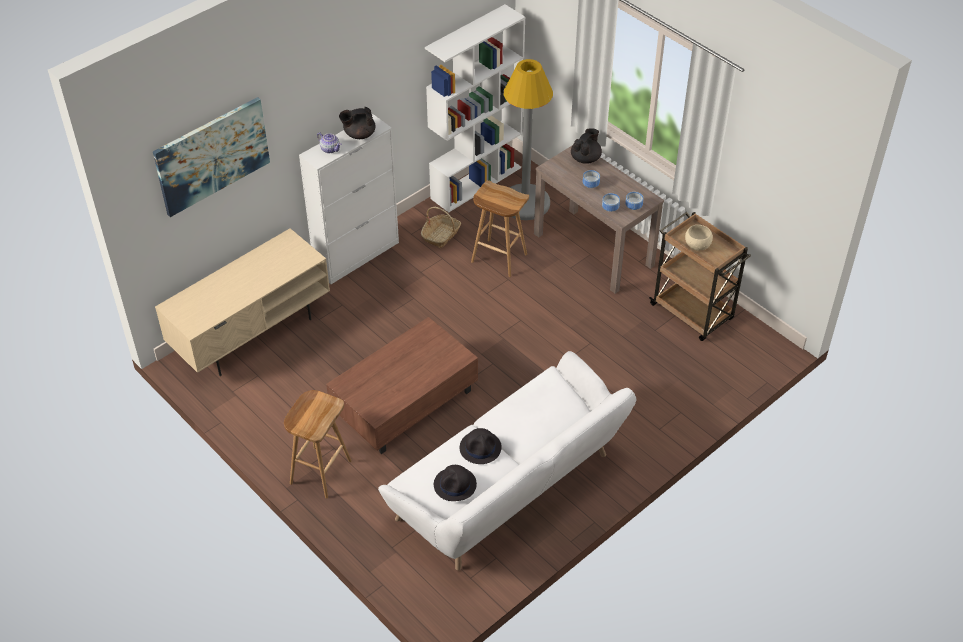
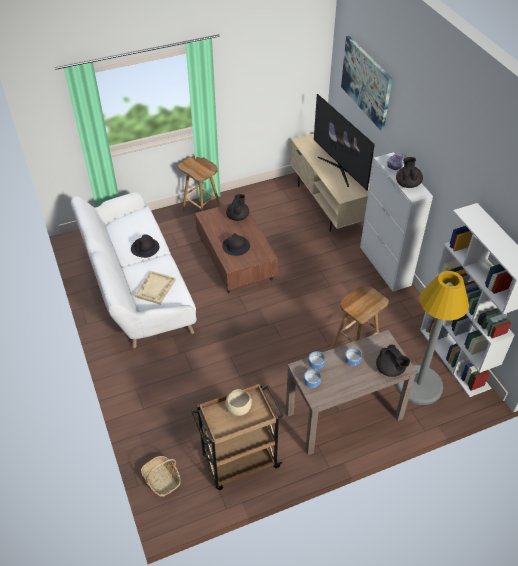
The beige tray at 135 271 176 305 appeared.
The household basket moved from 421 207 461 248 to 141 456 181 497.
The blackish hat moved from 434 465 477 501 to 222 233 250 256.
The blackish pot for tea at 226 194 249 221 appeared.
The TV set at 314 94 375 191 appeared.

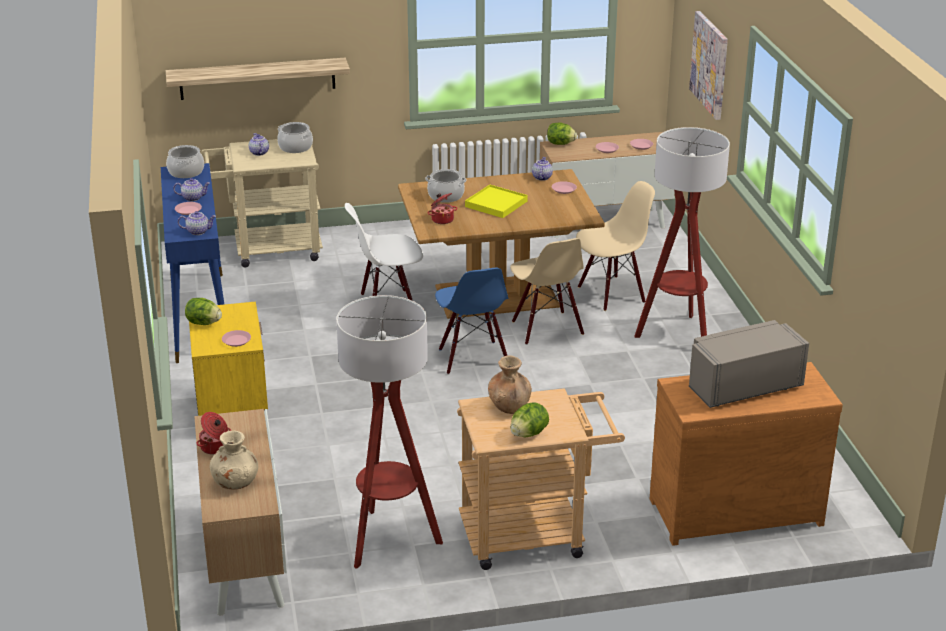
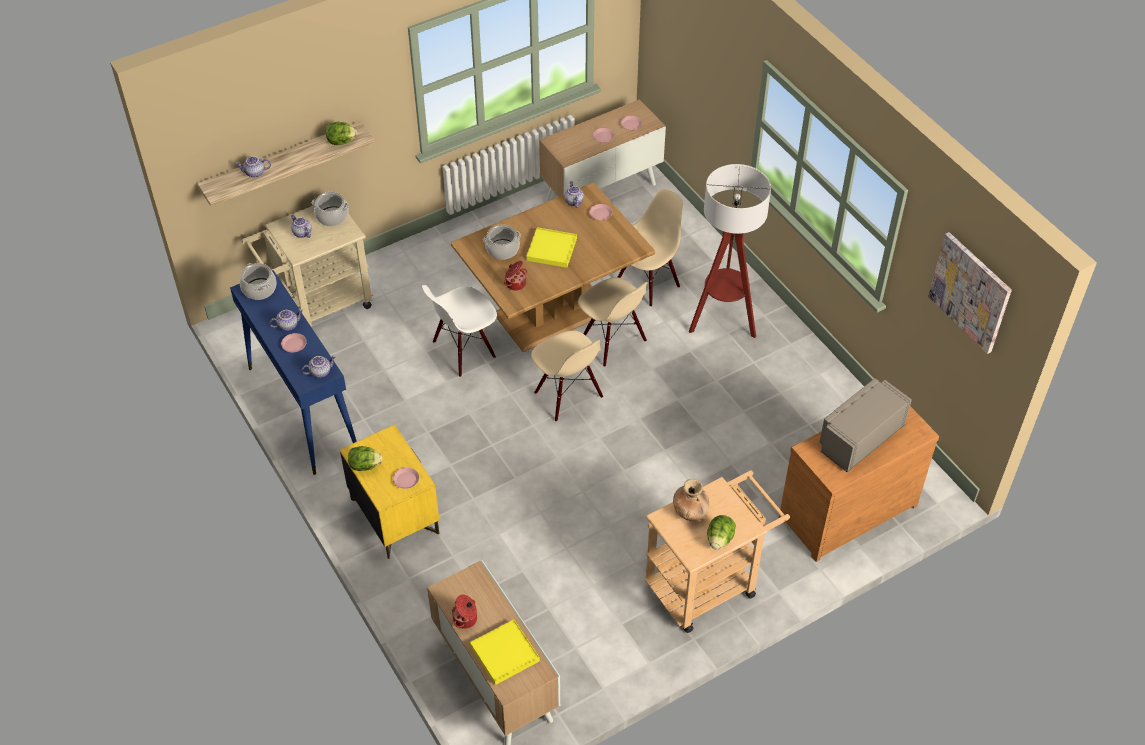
The pot for tea at 235 156 271 178 appeared.
The lettuce head moved from 547 123 577 145 to 326 122 357 145.
The beige vase at 210 431 259 490 was replaced by the yellow tray at 470 619 540 685.
The bluish plain chair at 435 268 509 375 became the beige plain chair at 531 330 603 422.
The picture moved from 689 11 728 120 to 928 232 1012 354.
The floor lamp at 336 295 443 569 disappeared.

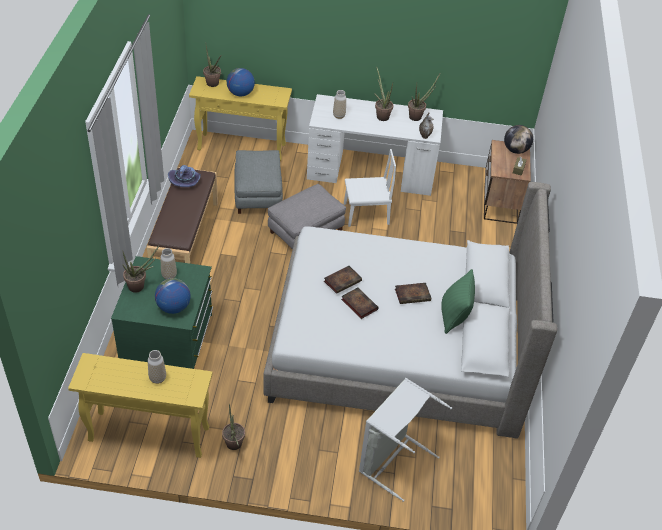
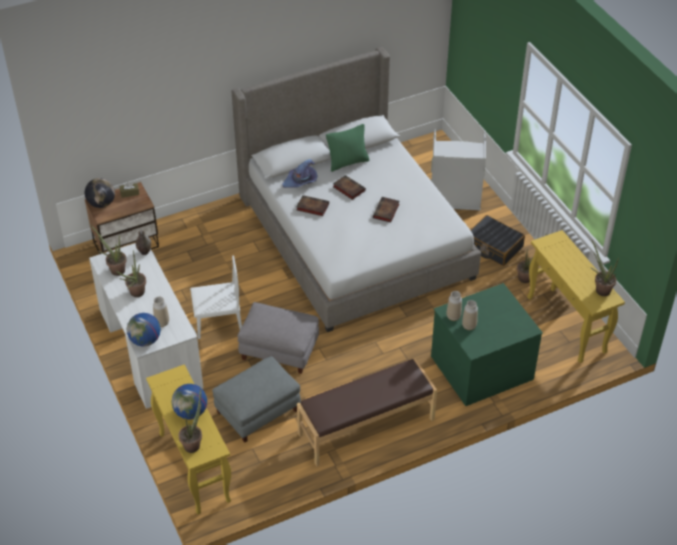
The world globe moved from 155 278 191 314 to 127 313 161 346.
The white plain chair at 344 149 396 227 turned 120 degrees clockwise.
The purplish hat moved from 168 165 201 187 to 282 159 317 188.
The bound book moved from 324 266 362 294 to 297 195 329 216.
The vase moved from 148 350 166 384 to 447 291 462 321.
The blackish travel case at 470 215 525 266 appeared.
The plant in a pot moved from 122 246 159 293 to 590 240 619 296.

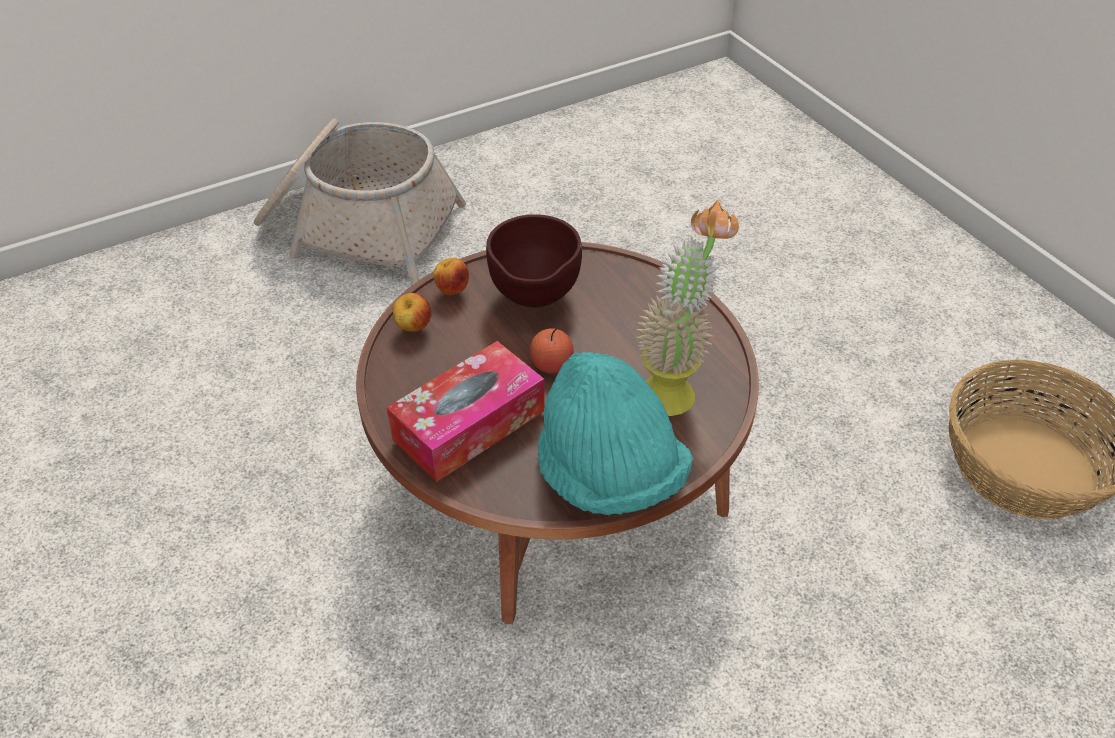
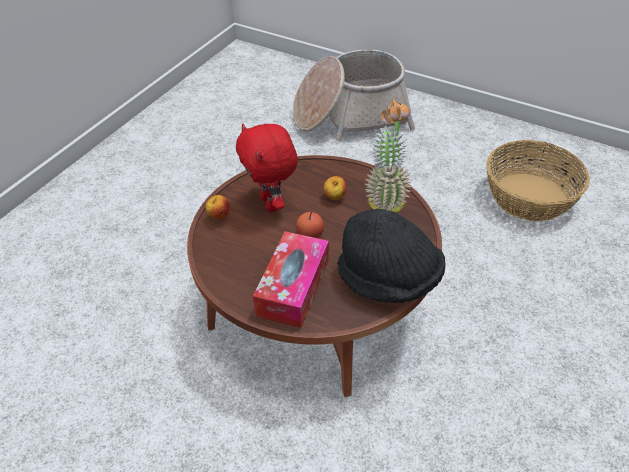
The brown bowl at 486 214 582 307 was replaced by the red soft toy at 236 123 298 212.
The household basket moved from 254 118 466 283 to 293 49 415 142.
The apple fruit moved from 392 293 432 332 to 323 176 347 200.
The turquoise hat at 538 352 693 515 became the blackish hat at 337 209 445 303.

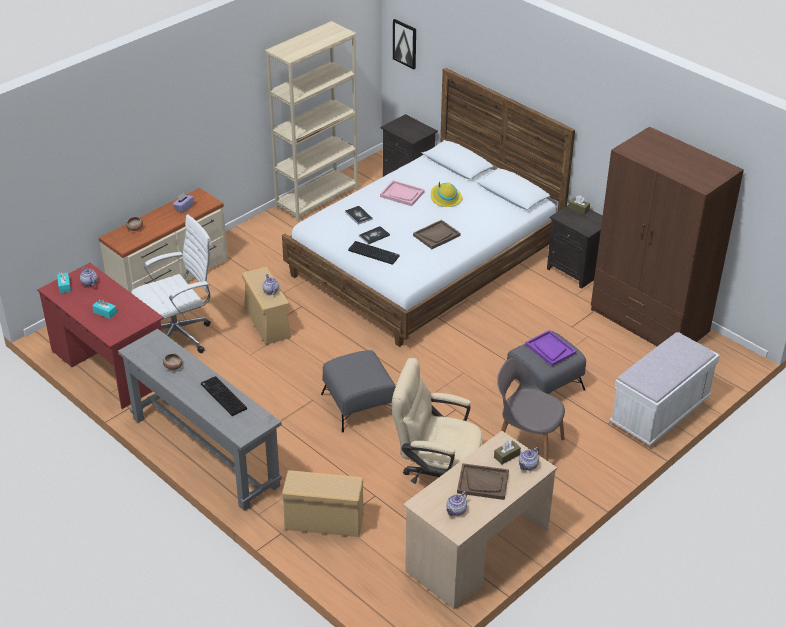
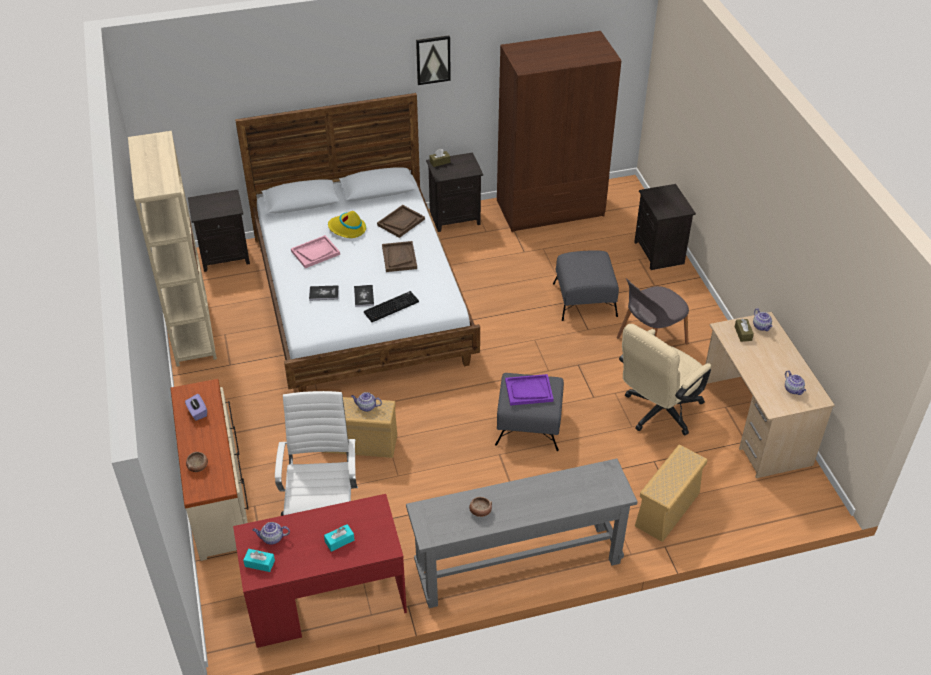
The brown tray moved from 457 463 509 500 to 377 205 425 238.
The picture moved from 393 19 416 69 to 416 35 451 85.
The purplish tray moved from 525 330 576 366 to 505 374 553 406.
The white indoor bench at 610 332 720 446 was replaced by the blackish bedside table at 634 184 696 270.
The PC keyboard at 201 376 247 416 disappeared.

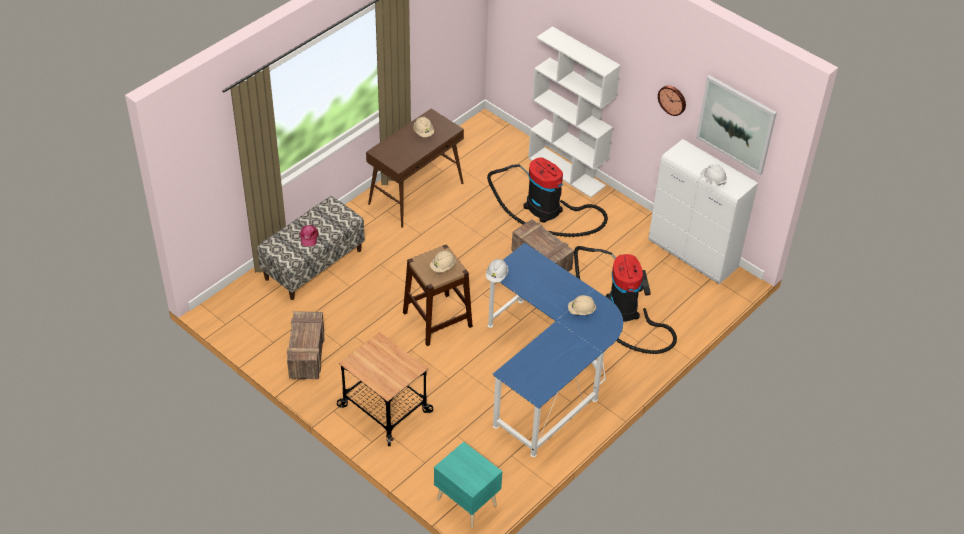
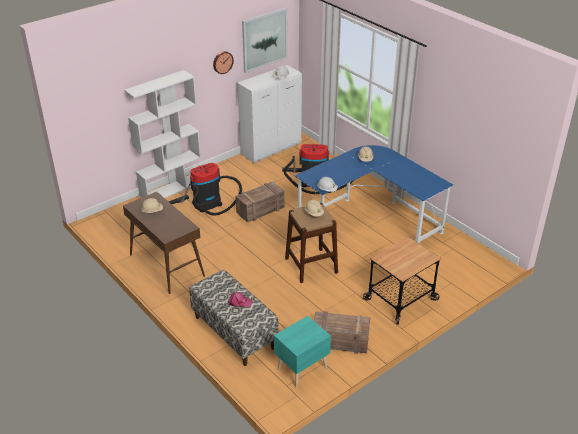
The turquoise bedside table moved from 434 442 502 528 to 274 316 331 388.

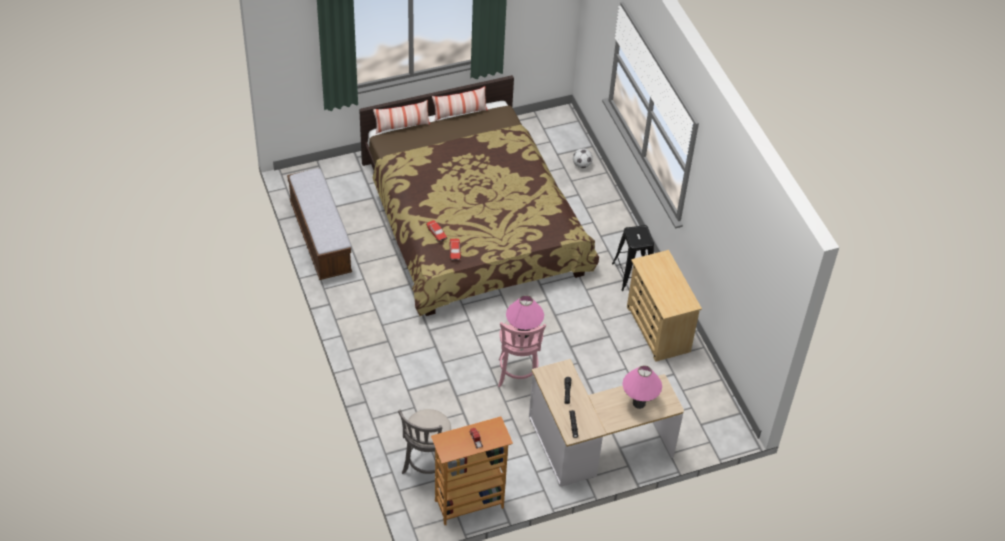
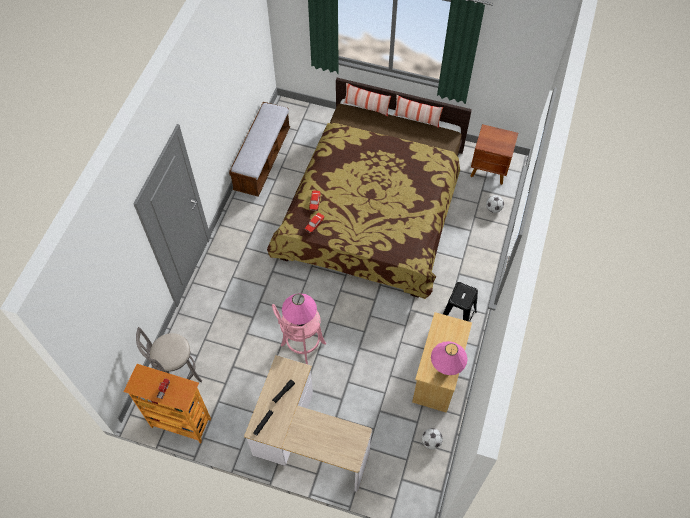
The football at 422 428 443 450 appeared.
The pink lamp for a table moved from 623 365 662 409 to 431 341 468 375.
The brown bedside table at 471 124 518 185 appeared.

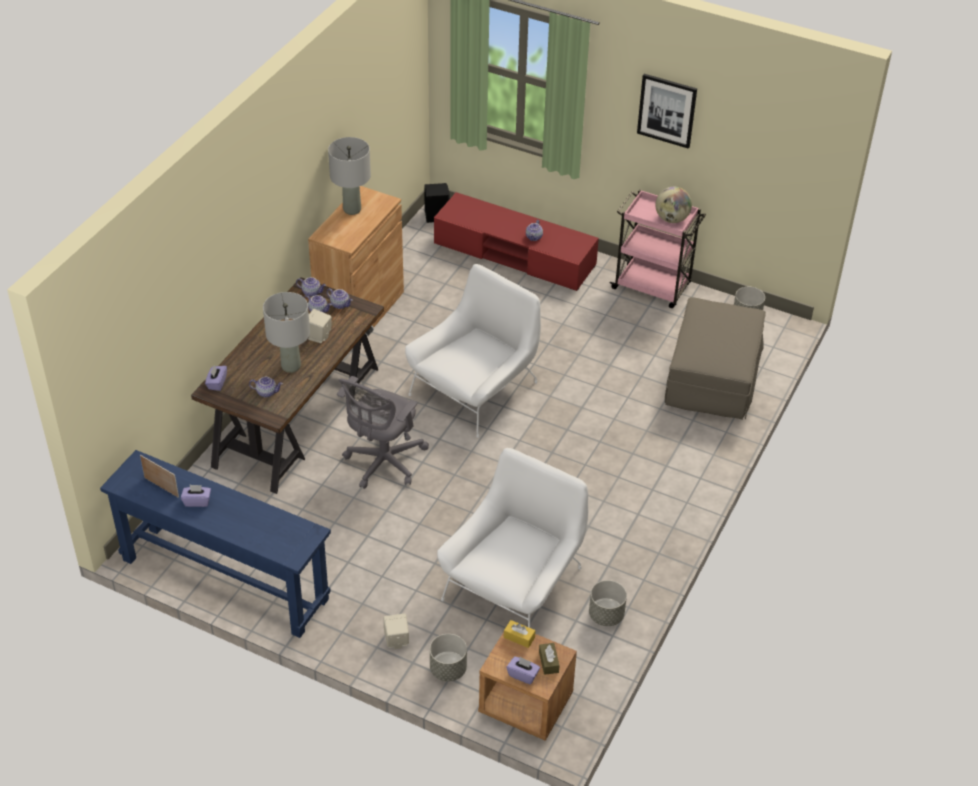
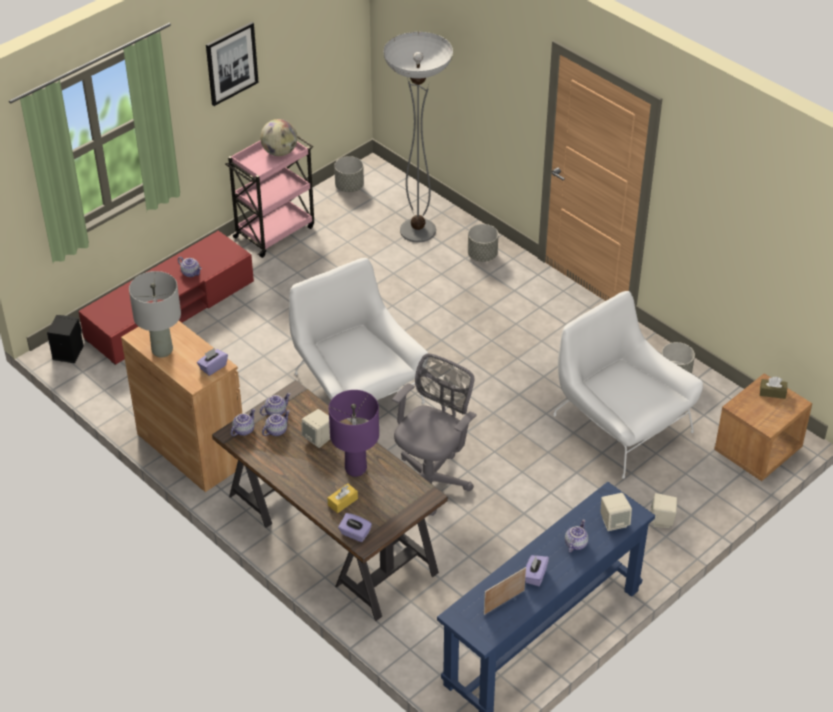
The purplish box of tissues moved from 507 657 540 685 to 197 348 228 376.
The yellow box of tissues moved from 504 620 536 648 to 328 483 358 513.
The greyish lamp for a table at 263 292 310 373 became the purplish lamp for a table at 329 390 379 477.
The beige footrest at 665 297 766 420 was replaced by the floor lamp at 383 32 453 242.
The greyish desk chair at 337 376 429 489 turned 105 degrees counterclockwise.
The greyish plant pot moved from 430 634 467 682 to 468 224 499 262.
The pot for tea moved from 249 377 283 398 to 565 519 588 553.
The beige audio speaker at 600 493 632 531 appeared.

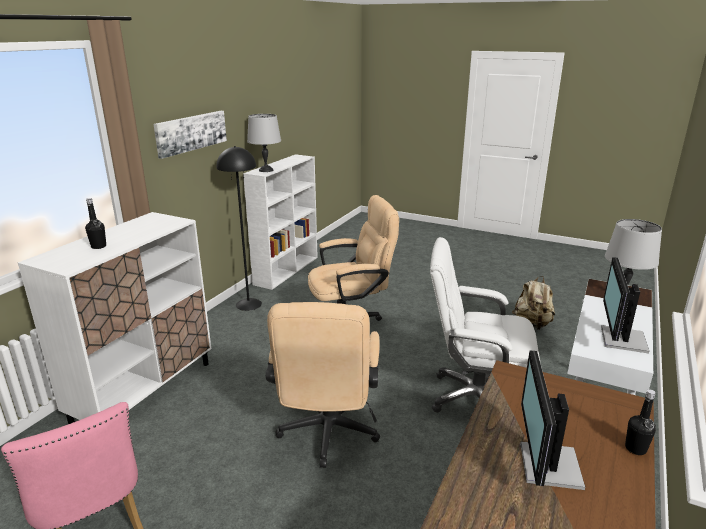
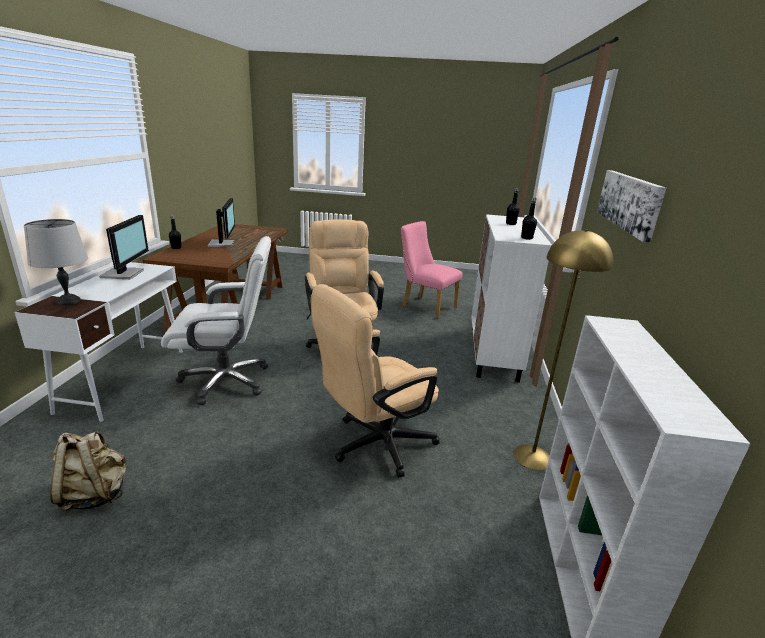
The blackish floor lamp at 216 146 262 311 became the yellow floor lamp at 514 229 613 470.
The blackish beverage bottle at 521 197 537 240 appeared.
The greyish lamp for a table at 247 114 281 172 disappeared.

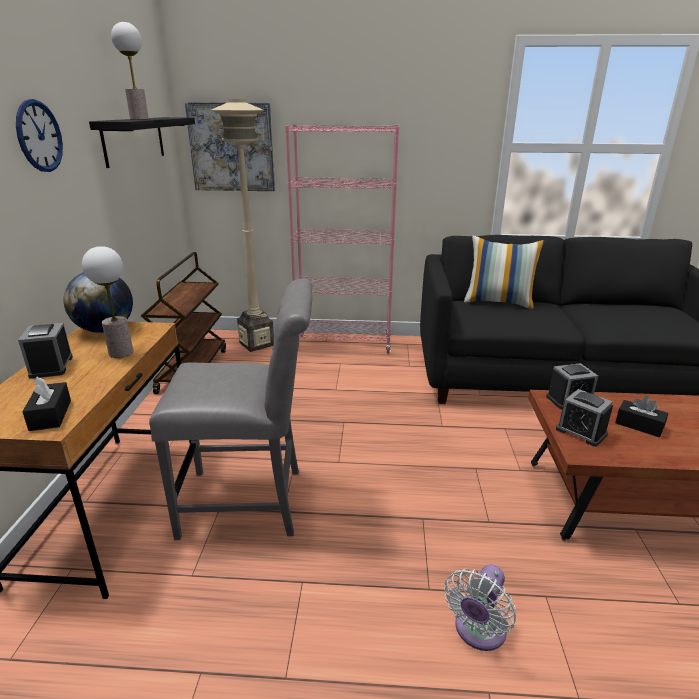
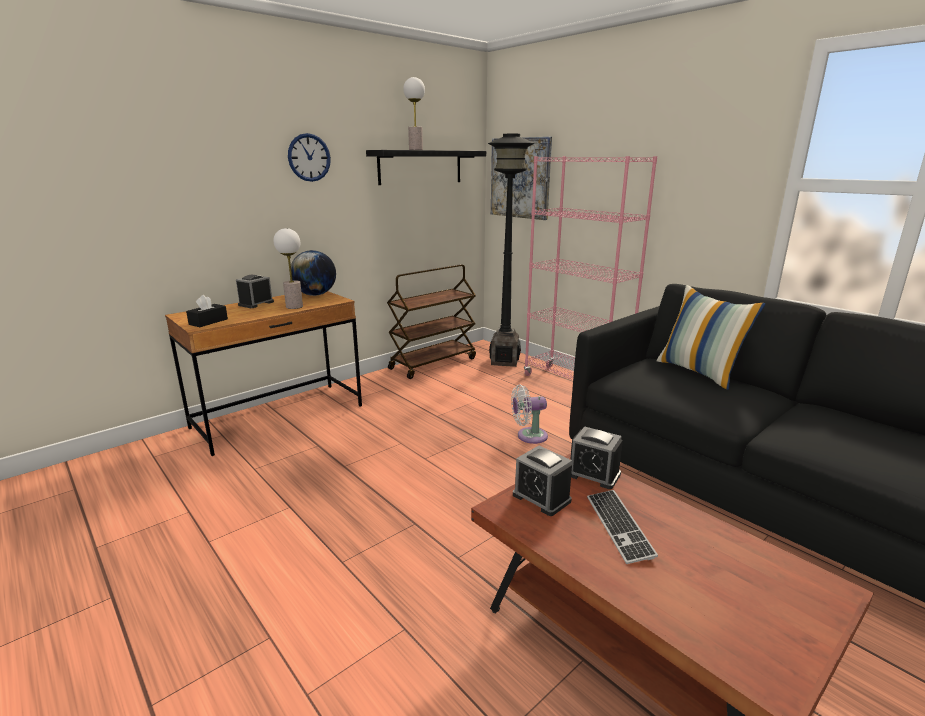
The beige floor lamp at 211 99 274 352 became the blackish floor lamp at 488 134 535 367.
The white electric fan moved from 444 564 516 651 to 511 385 548 444.
The bedside clock at 556 389 613 447 turned 45 degrees counterclockwise.
The blackish box of tissues at 615 396 668 437 was replaced by the PC keyboard at 587 490 658 564.
The greyish plain chair at 149 278 312 540 disappeared.

